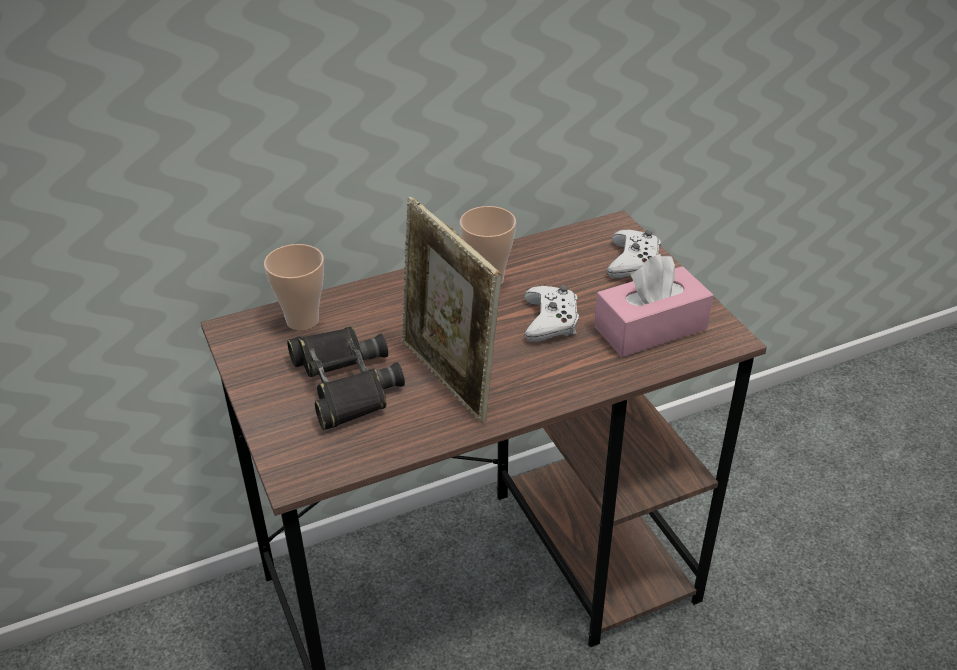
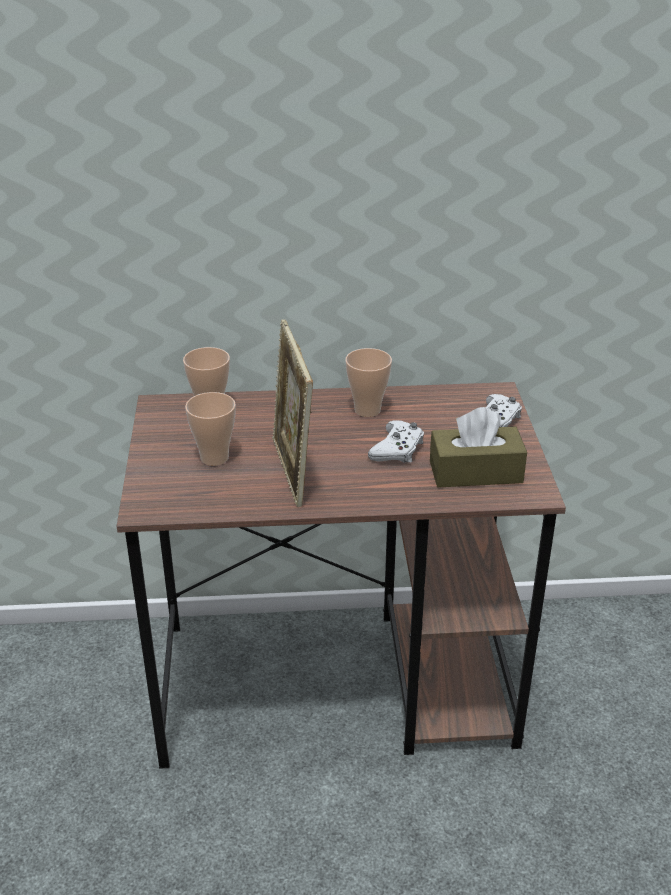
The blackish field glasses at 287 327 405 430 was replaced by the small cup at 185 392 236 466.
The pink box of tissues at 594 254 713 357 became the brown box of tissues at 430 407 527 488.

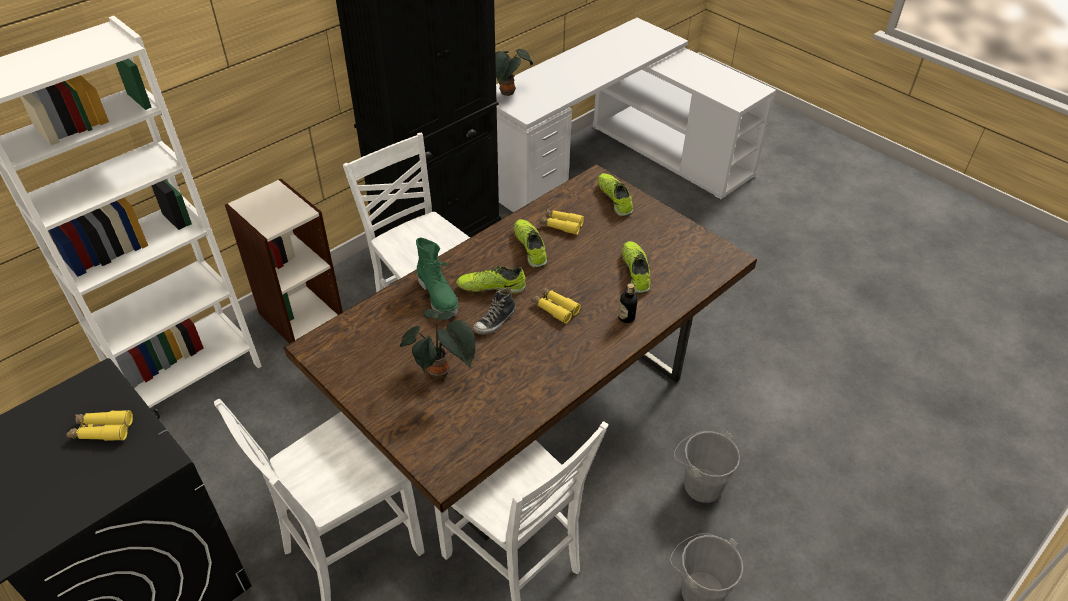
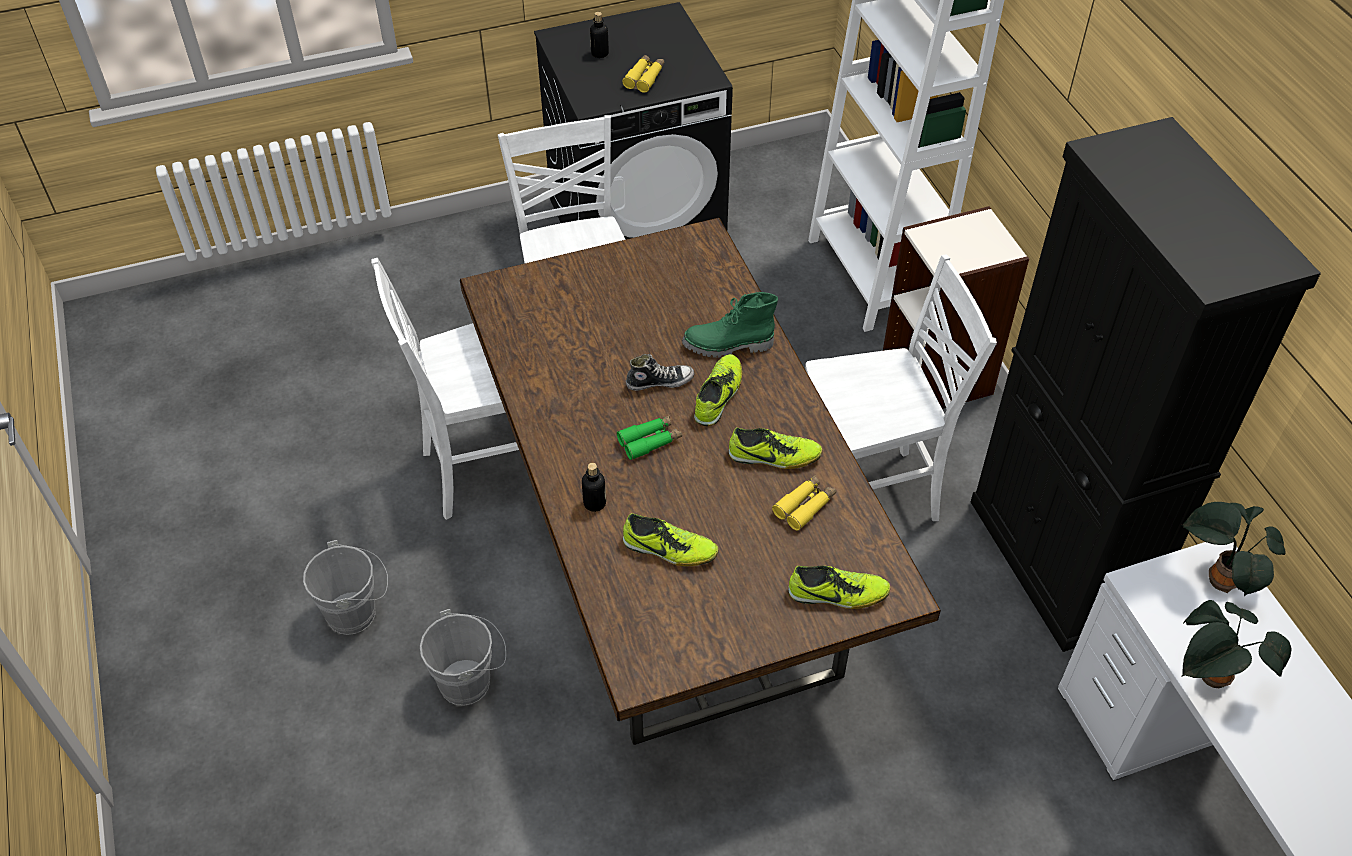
The beverage bottle at 590 12 609 58 appeared.
The yellow field glasses at 531 287 581 324 became the green-coloured field glasses at 617 415 682 460.
The shoe at 473 287 516 334 turned 105 degrees clockwise.
The plant in a pot moved from 400 309 475 379 to 1181 600 1291 688.

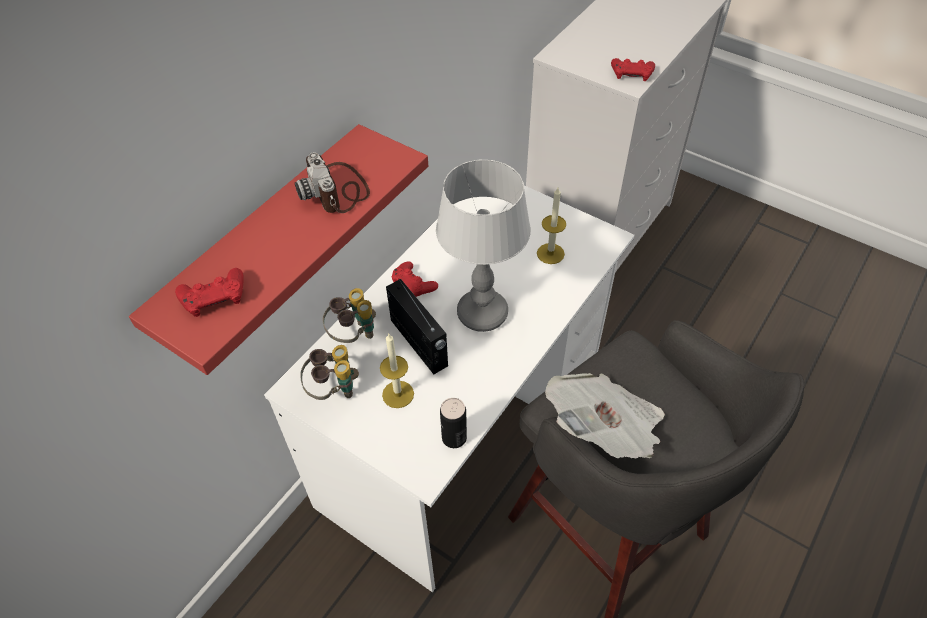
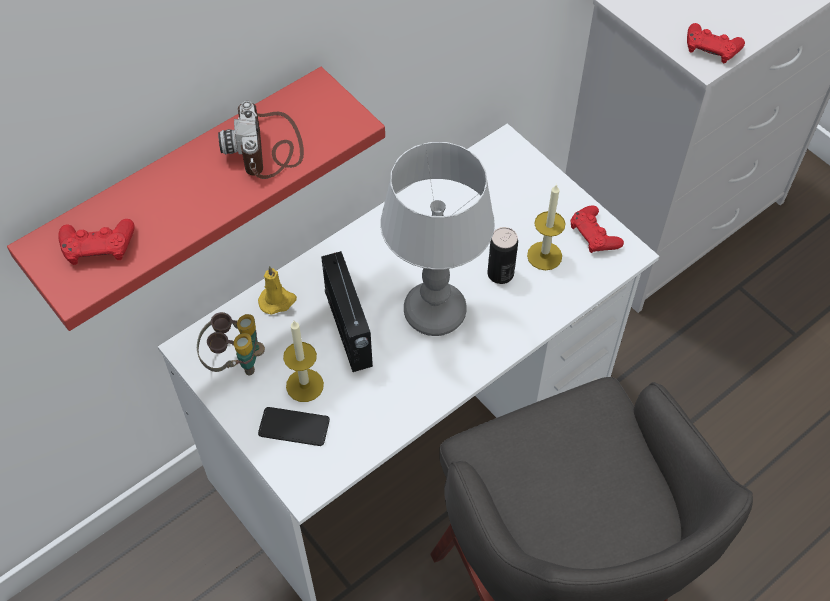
The field glasses at 323 288 376 343 was replaced by the yellow wax candle at 258 266 297 315.
The handset at 258 407 330 446 appeared.
The sealed can moved from 440 398 467 448 to 487 227 518 284.
The red joypad moved from 392 261 438 297 to 570 206 624 253.
The daily paper at 545 373 665 458 disappeared.

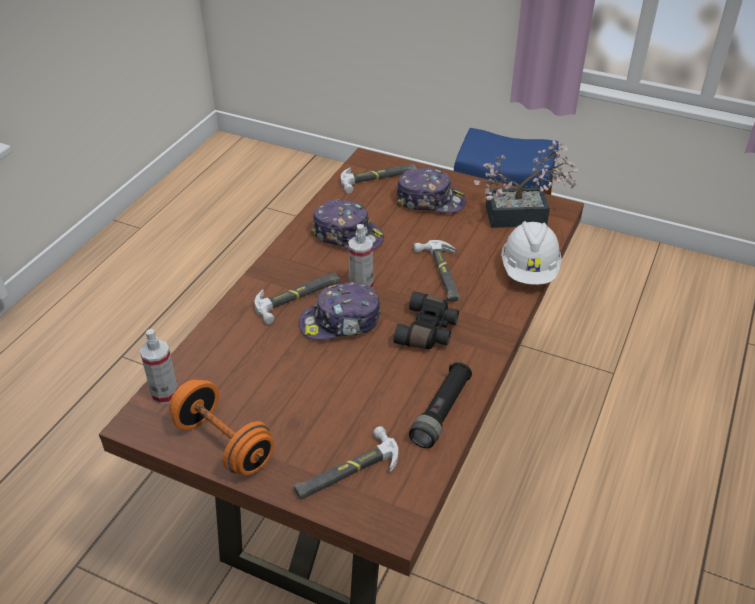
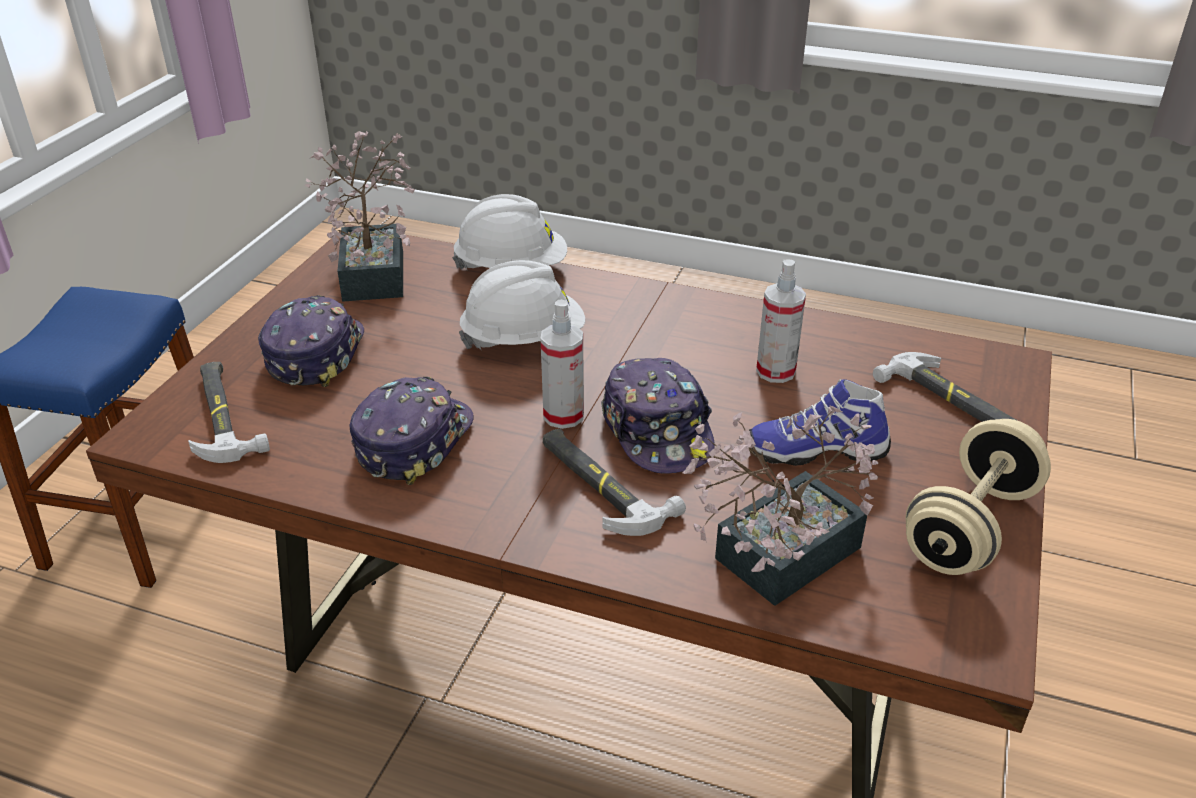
The tool hammer at 414 240 460 302 was replaced by the white safety helmet at 459 260 585 350.
The plant in a pot at 683 405 878 606 appeared.
The shoe at 749 379 891 466 appeared.
The sprayer moved from 140 329 178 405 to 756 260 806 383.
The orangey free weight at 169 380 274 475 became the beige free weight at 905 419 1051 575.
The blackish field glasses at 394 291 459 349 disappeared.
The blackish hand torch at 409 362 472 448 disappeared.

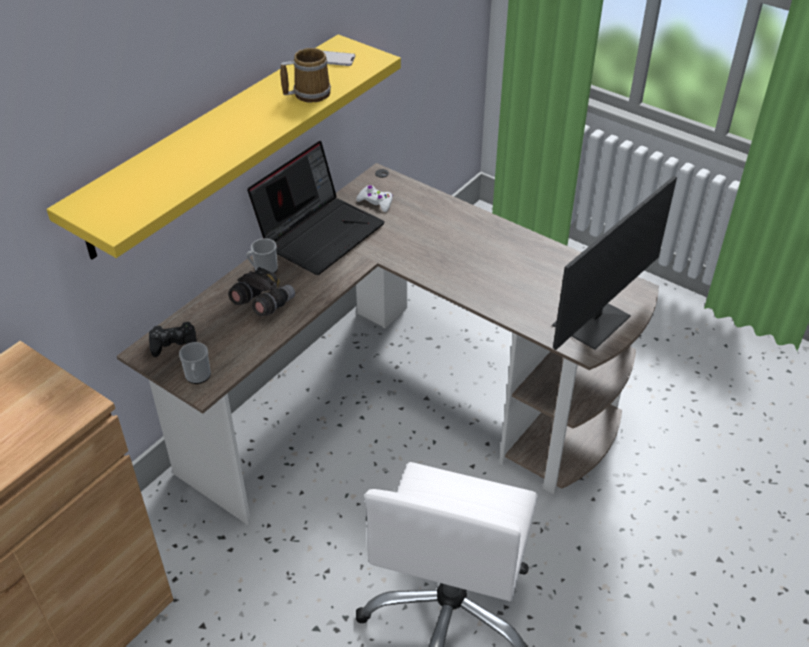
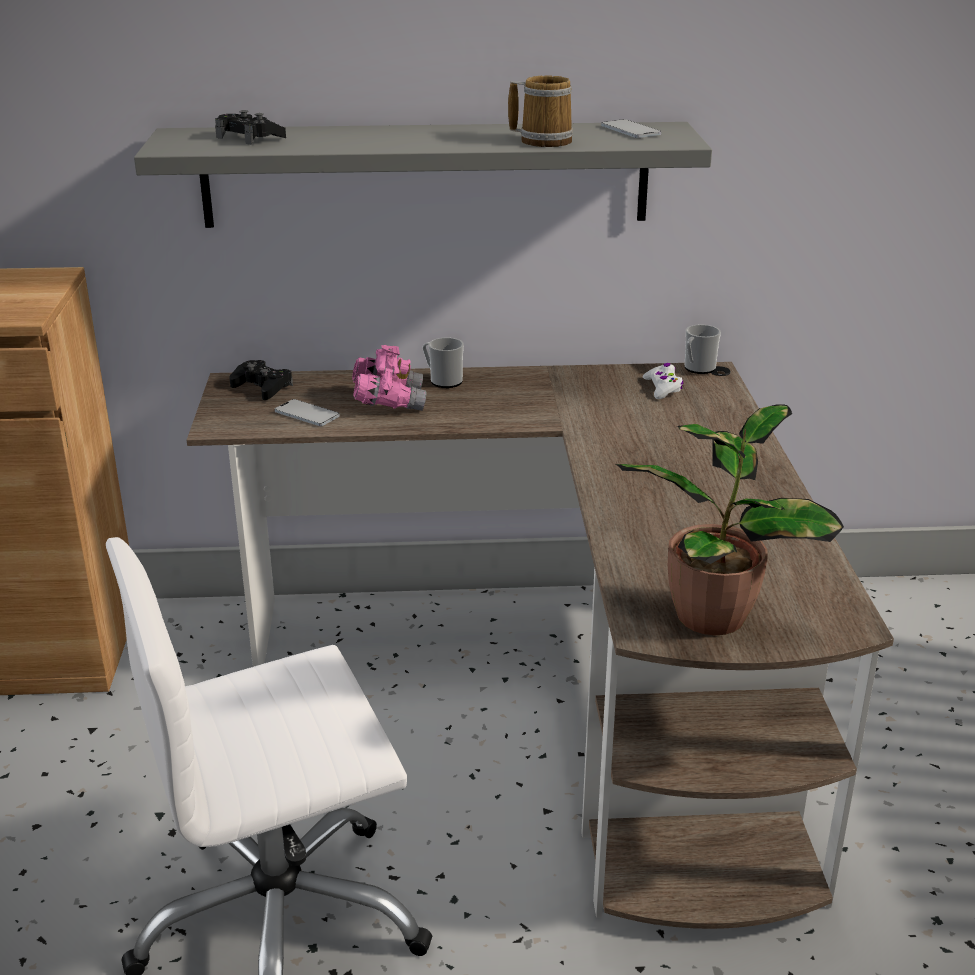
The yellow shelf at 47 34 401 259 became the greyish shelf at 134 122 712 228.
The blackish joypad at 215 110 286 145 appeared.
The handset at 275 399 340 426 appeared.
The greyish field glasses at 228 267 295 316 became the pink field glasses at 352 345 426 411.
The computer display at 552 176 677 350 was replaced by the plant in a pot at 614 404 844 635.
The mug moved from 179 342 211 384 to 684 324 721 374.
The laptop at 247 141 385 275 disappeared.

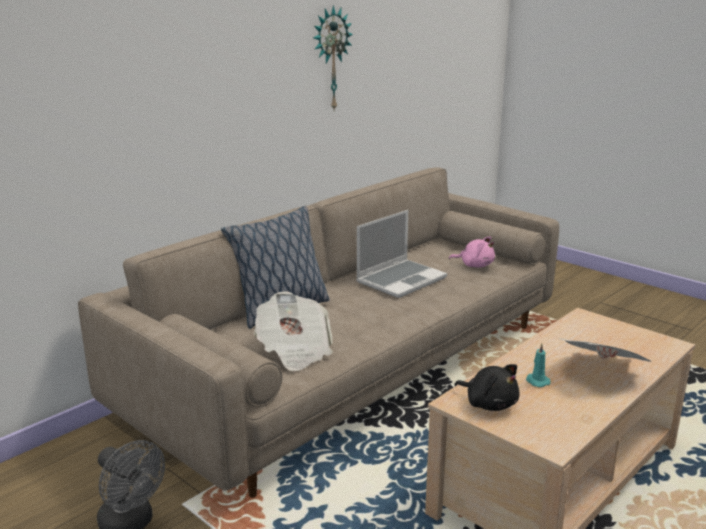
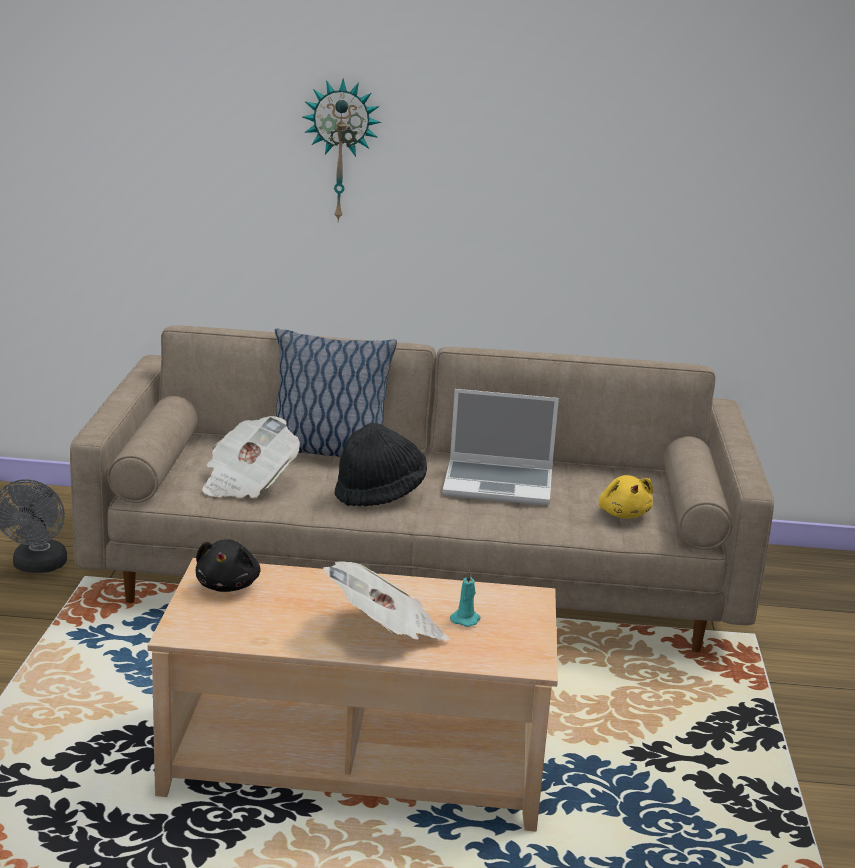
The wall clock moved from 313 5 353 110 to 303 78 381 223.
The blackish hat at 335 423 427 506 appeared.
The turquoise wax candle moved from 526 344 551 387 to 450 569 481 627.
The pink soft toy at 449 236 495 268 became the yellow soft toy at 598 475 653 519.

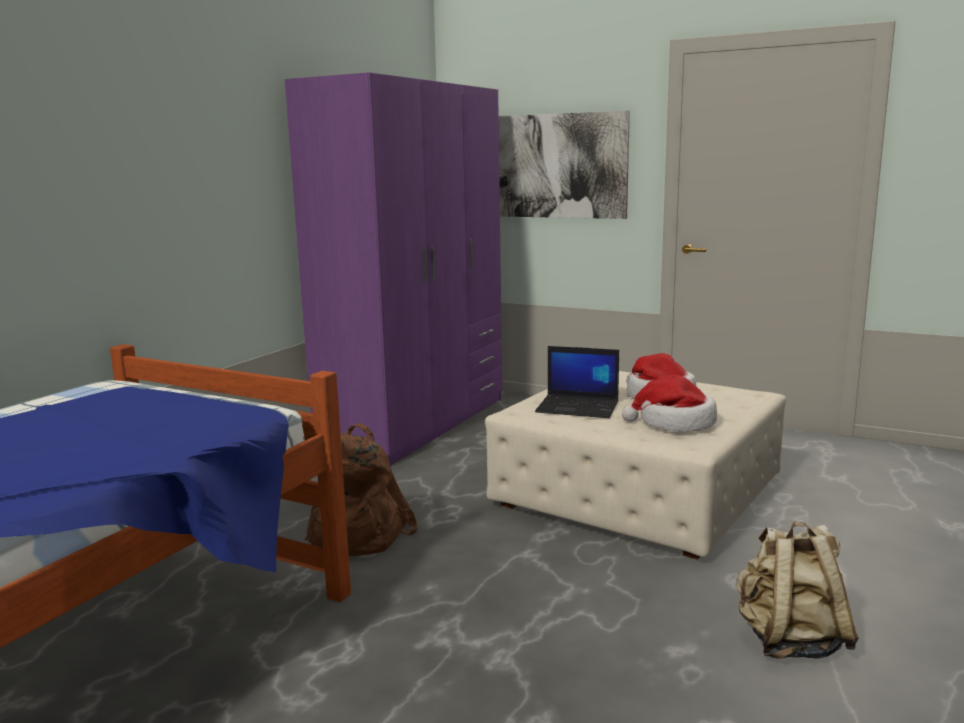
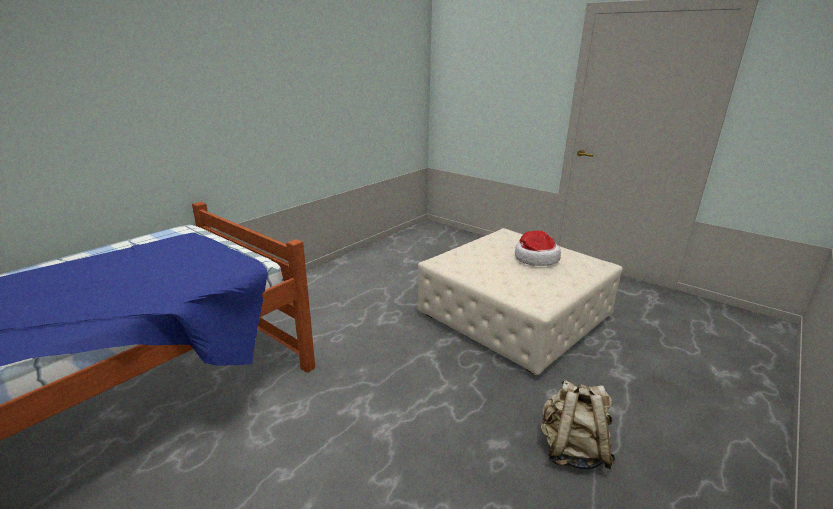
The purplish wardrobe at 285 73 502 466 disappeared.
The brown knapsack at 304 424 418 556 disappeared.
The picture at 499 111 630 219 disappeared.
The laptop at 535 346 619 418 disappeared.
The hat at 622 375 717 432 disappeared.

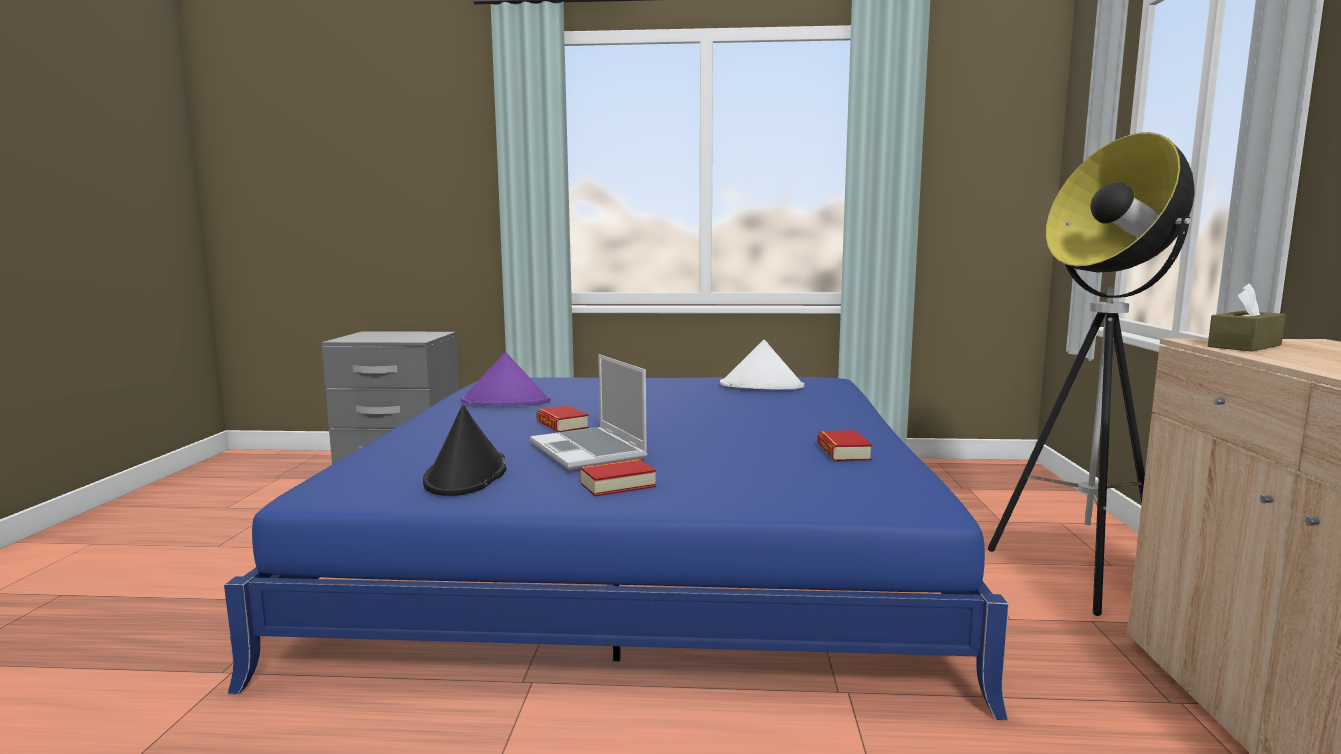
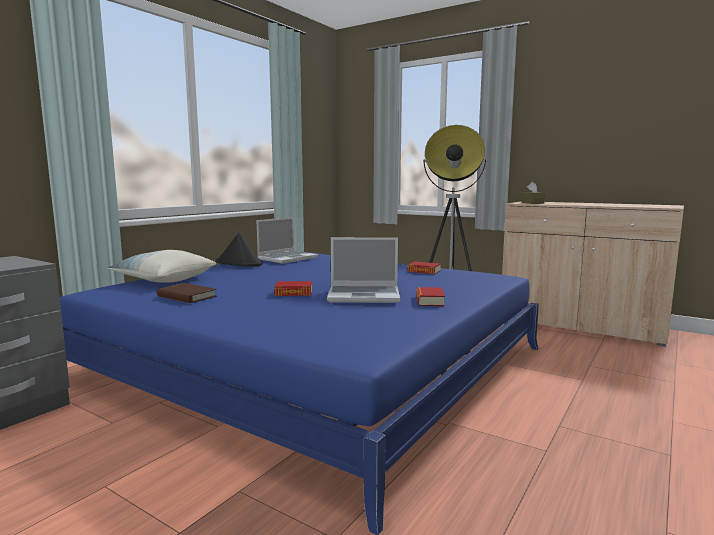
The throw pillow at 108 250 216 283 appeared.
The purplish hat at 461 352 551 405 was replaced by the brown bound book at 157 283 217 303.
The blackish hat moved from 423 405 506 496 to 216 233 263 267.
The white hat at 720 340 804 390 was replaced by the laptop at 256 217 318 264.

